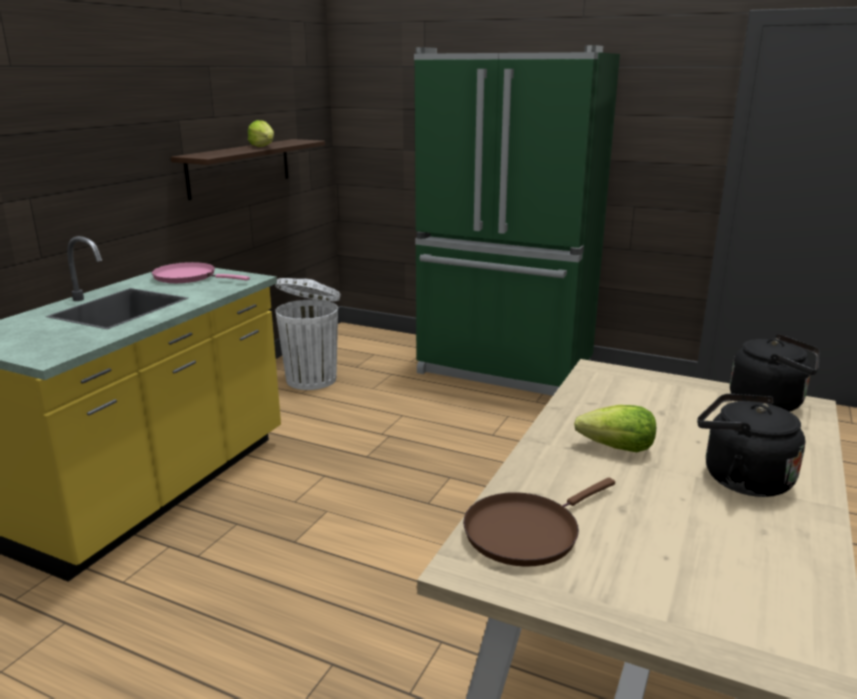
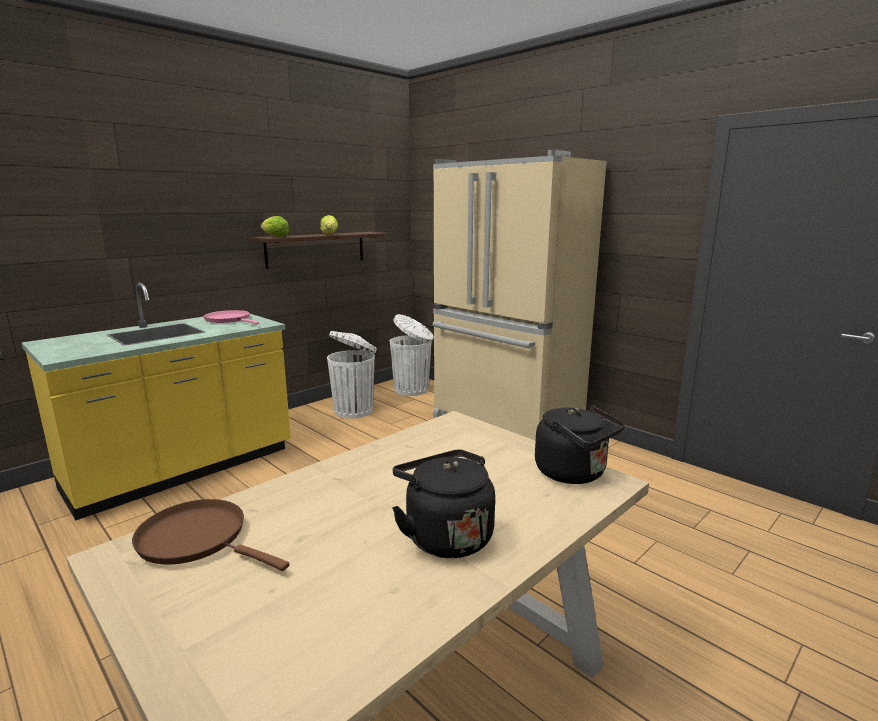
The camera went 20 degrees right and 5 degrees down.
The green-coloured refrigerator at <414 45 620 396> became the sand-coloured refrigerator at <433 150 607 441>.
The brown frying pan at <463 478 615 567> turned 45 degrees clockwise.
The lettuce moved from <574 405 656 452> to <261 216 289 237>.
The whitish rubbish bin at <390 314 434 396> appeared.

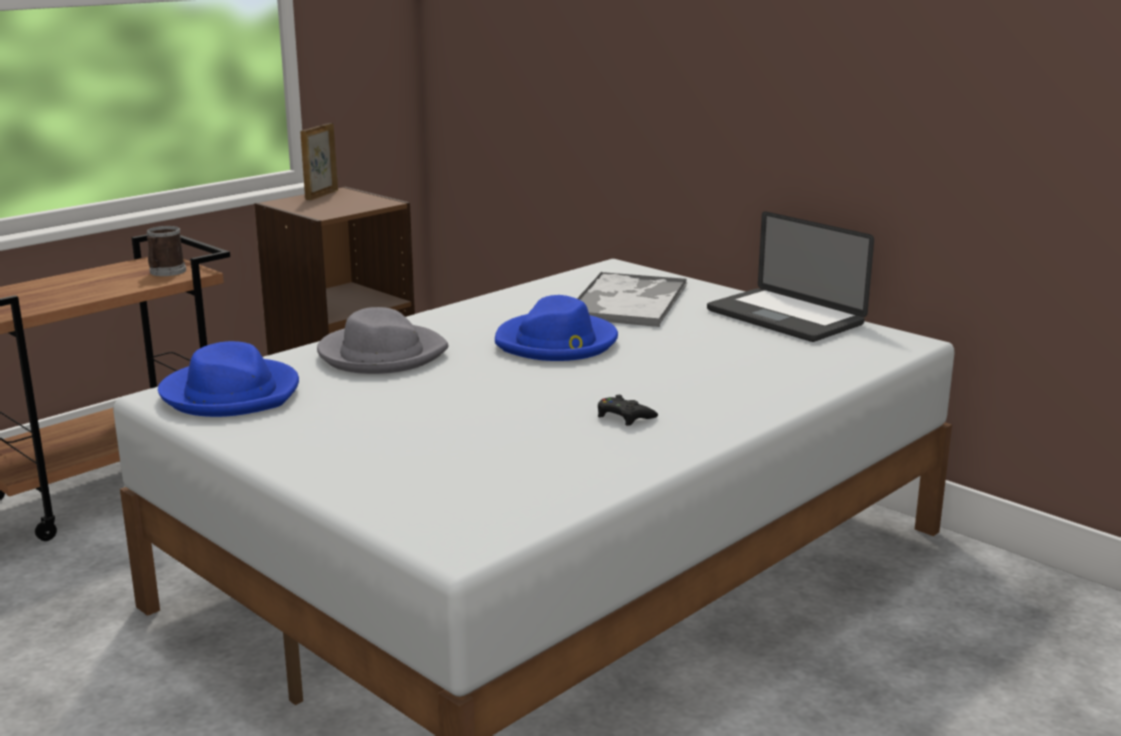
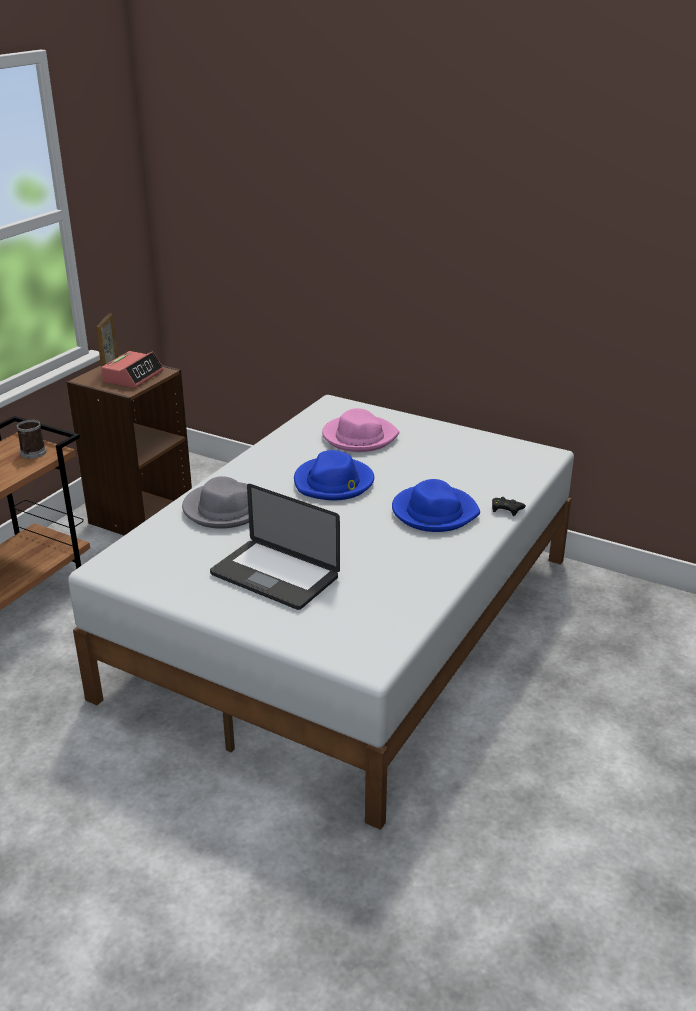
The camera went 15 degrees left and 10 degrees up.
The blue-coloured clothing hat moved from <158 341 299 417> to <392 479 480 532>.
The tray at <577 271 688 327> was replaced by the pinkish clothing hat at <322 408 399 452>.
The black-coloured joypad moved from <598 395 658 426> to <492 497 526 516>.
The portable computer moved from <707 211 874 342> to <210 484 340 610>.
The table clock at <101 351 164 388> appeared.

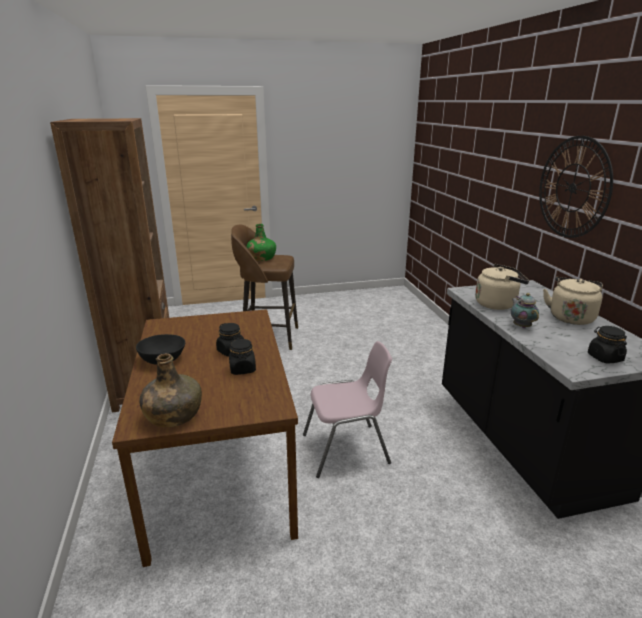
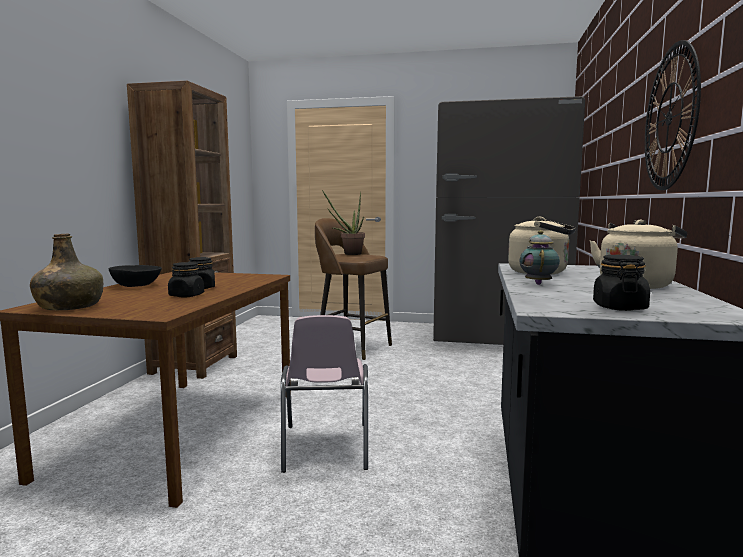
The camera went 25 degrees right and 15 degrees down.
The green-coloured beverage bottle at <246 224 276 261> was replaced by the potted plant at <322 190 365 255>.
The pinkish chair at <303 341 392 478> turned 75 degrees clockwise.
The grey refrigerator at <433 96 585 345> appeared.

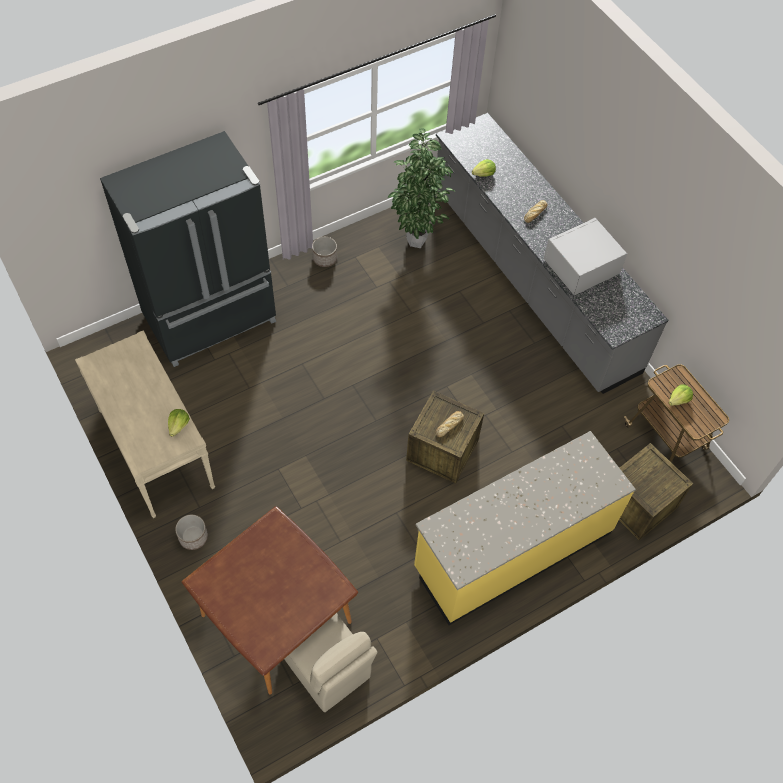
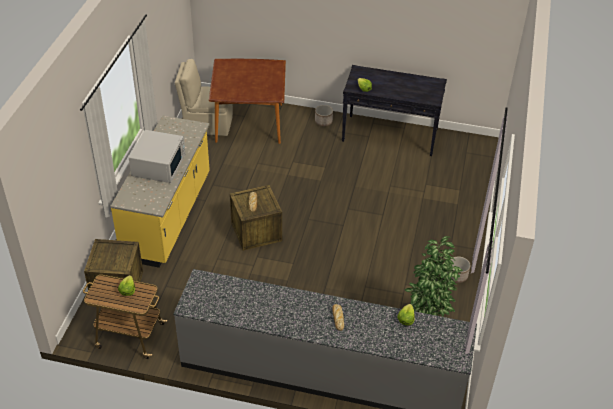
The camera went 135 degrees right and 15 degrees down.
The sand-coloured console table at <75 330 215 518> became the black-coloured console table at <342 65 447 156>.
The black-coloured refrigerator at <100 131 276 367> disappeared.
The whitish kitchen microwave moved from <544 218 627 295> to <129 130 186 183>.

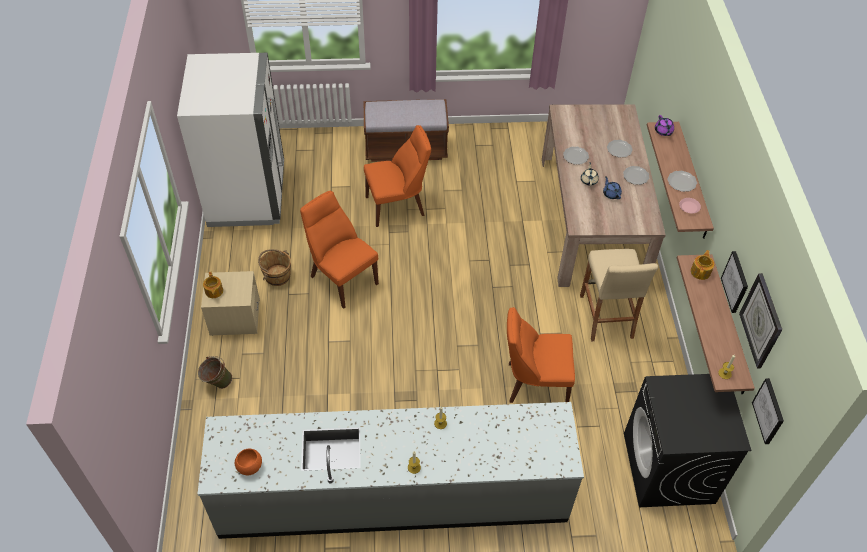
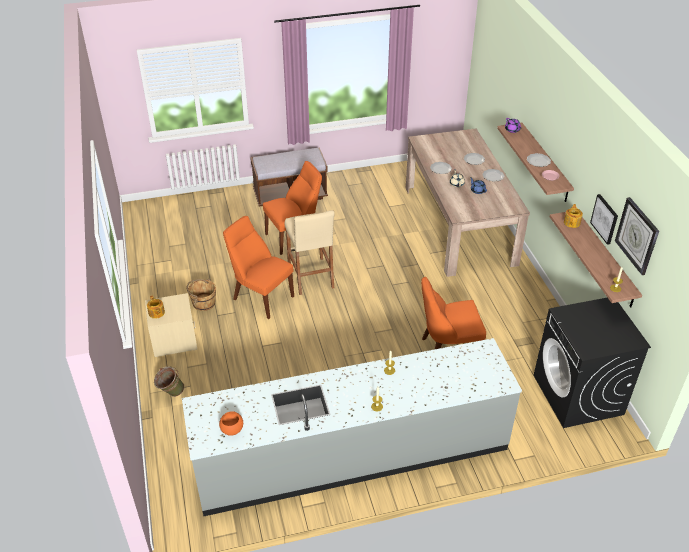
The camera went 10 degrees left and 10 degrees down.
The whitish refrigerator at <177 53 284 227> disappeared.
The sand-coloured stool moved from <580 249 658 342> to <285 210 335 295>.
The wall picture at <752 378 784 444> disappeared.

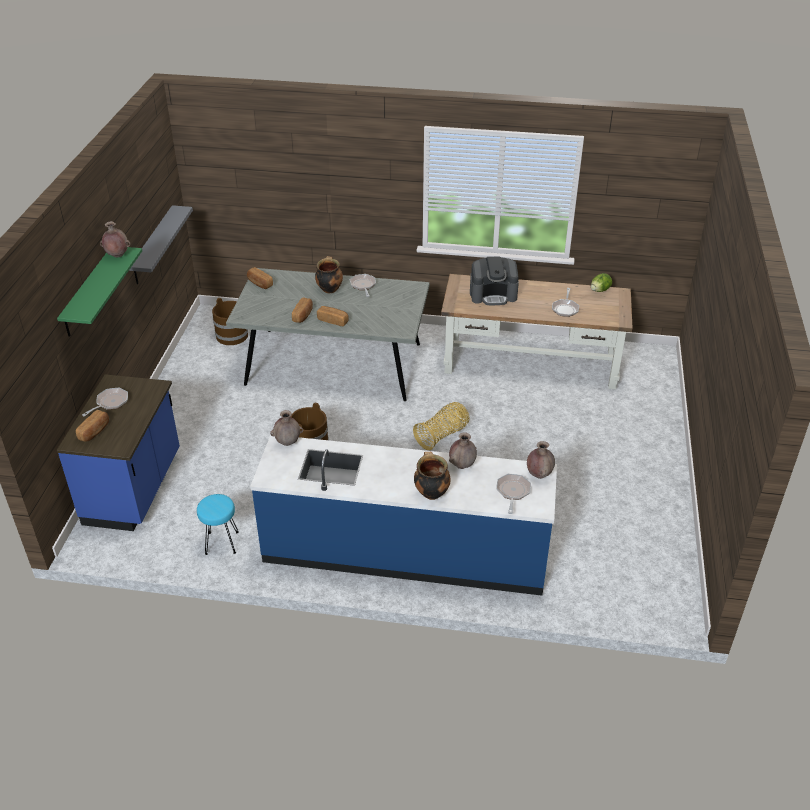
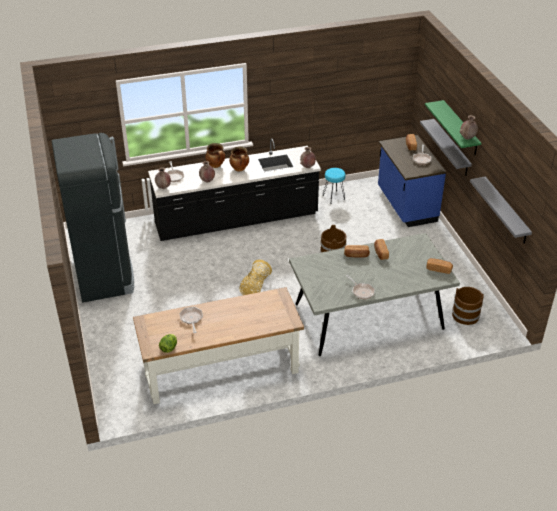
The camera went 155 degrees right and 0 degrees up.
The blue-coloured counter at <250 435 557 596> became the black-coloured counter at <148 138 321 241>.
The saucepot moved from <315 256 343 294> to <229 147 249 171>.
The coffee maker at <470 256 519 305> disappeared.
The black-coloured refrigerator at <52 133 134 303> appeared.
The grey bracket shelf at <420 119 472 175> appeared.

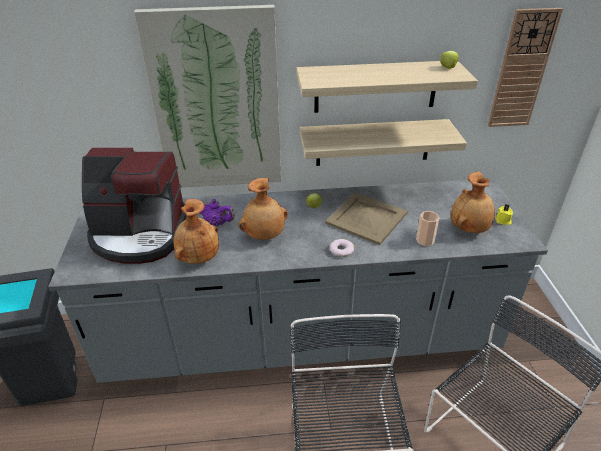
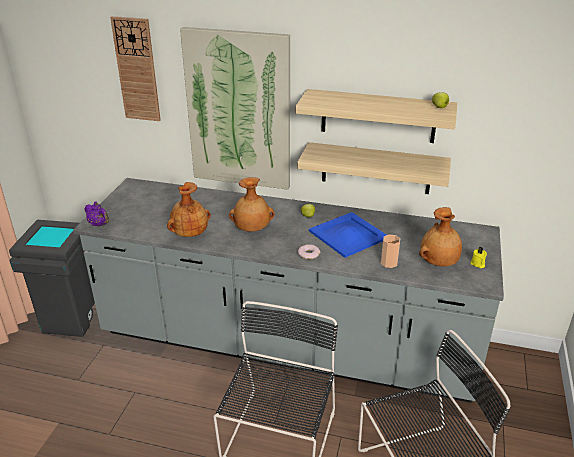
The camera went 20 degrees right and 5 degrees down.
The coffee maker at <82 148 186 264> disappeared.
The purplish pot for tea moved from <199 199 235 226> to <84 201 109 226>.
The sand-coloured tray at <325 193 407 245> became the blue-coloured tray at <309 212 386 258>.
The clock on the wall moved from <488 8 563 127> to <110 16 161 121>.

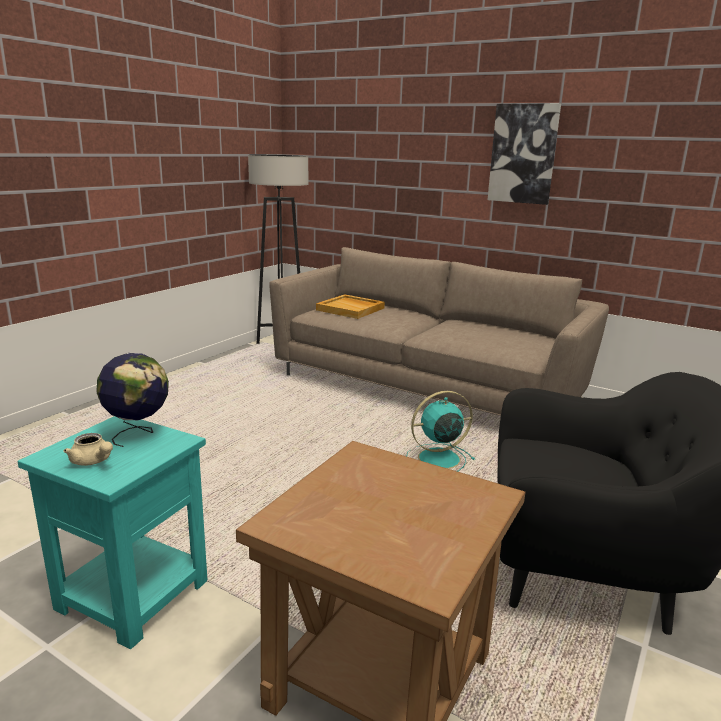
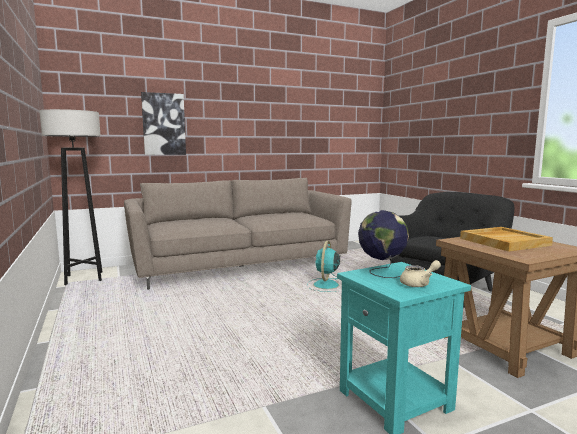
The camera went 55 degrees left and 10 degrees down.
The sand-coloured tray moved from <316 294 385 319> to <460 227 553 252>.
The wall picture moved from <487 103 561 205> to <141 92 186 155>.

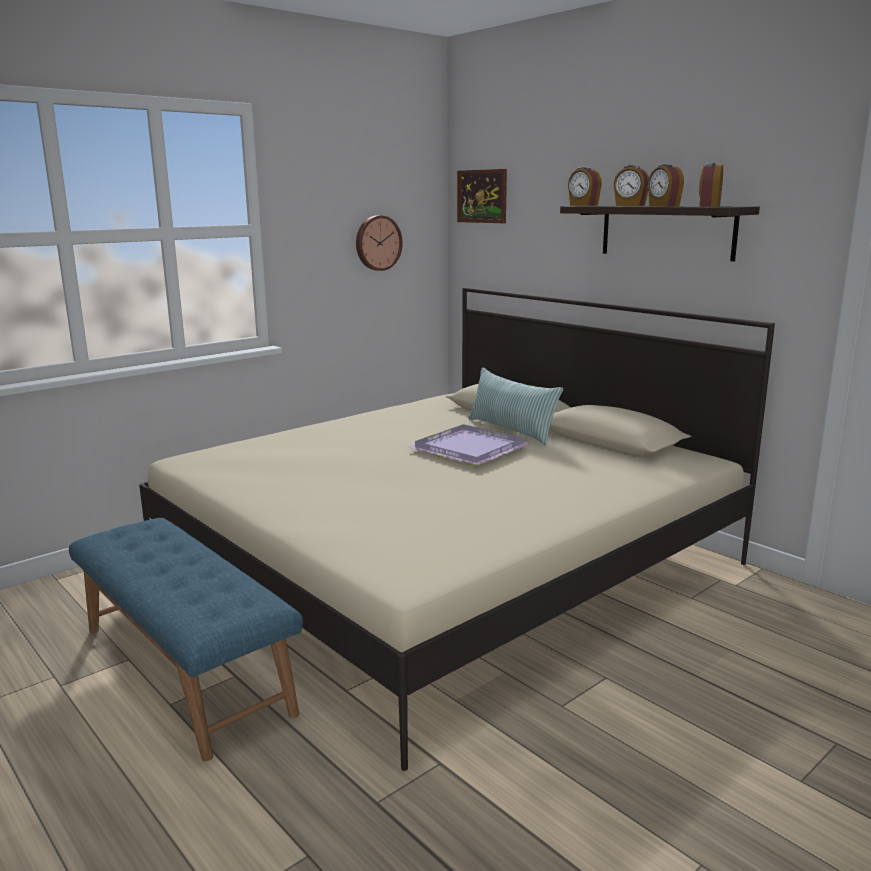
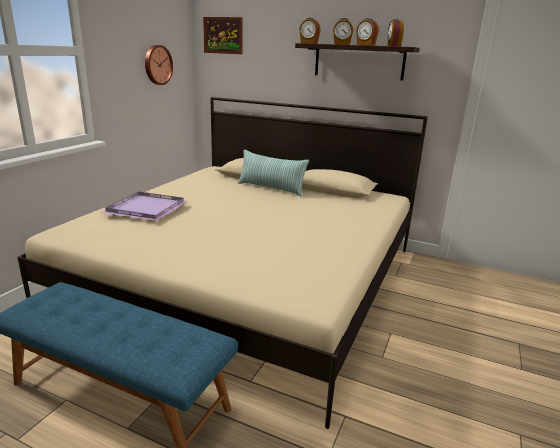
The camera went 25 degrees left and 5 degrees up.
The purplish tray moved from <408 424 531 466> to <100 192 188 221>.

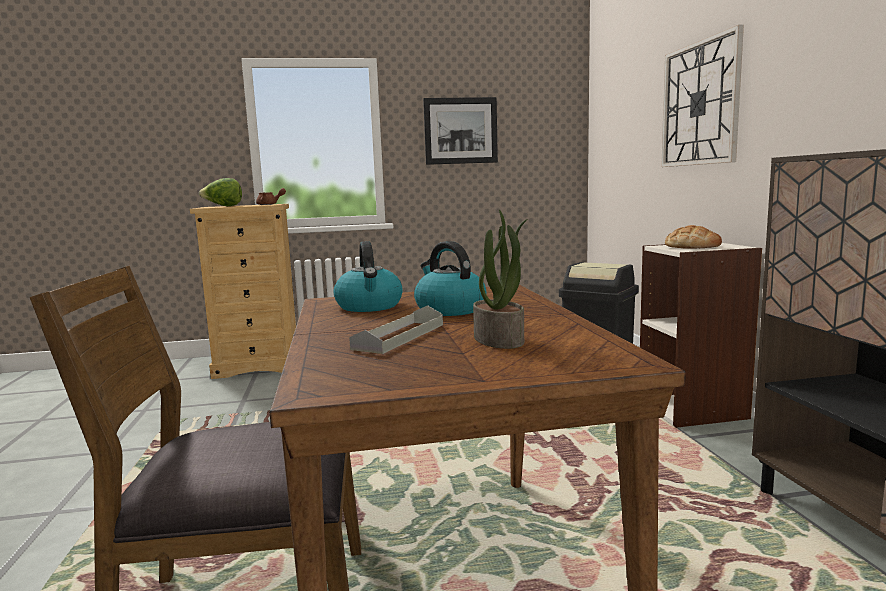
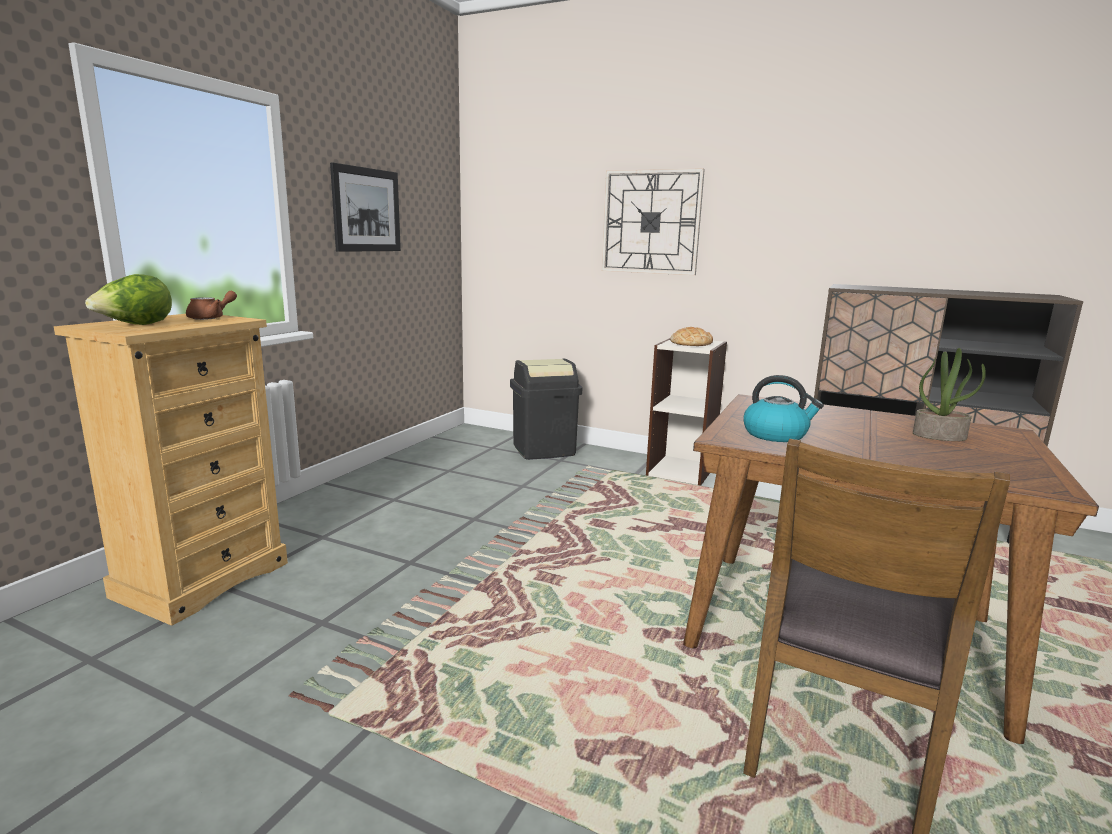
The camera went 55 degrees left and 5 degrees up.
The grey tray at <349 305 443 354> disappeared.
The tea kettle at <414 241 487 316> disappeared.

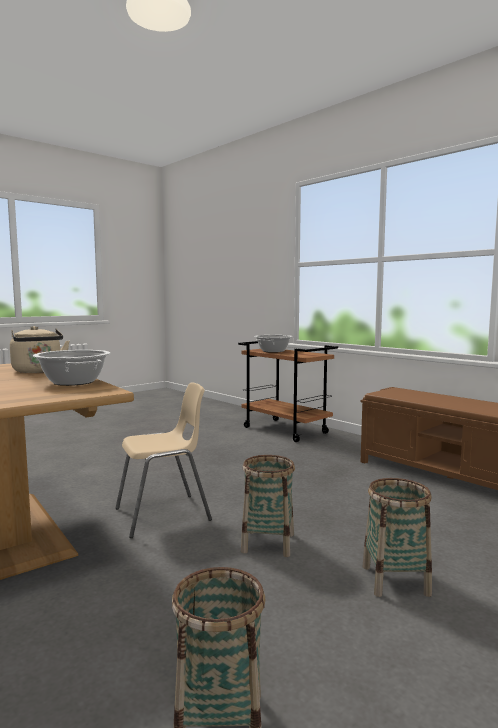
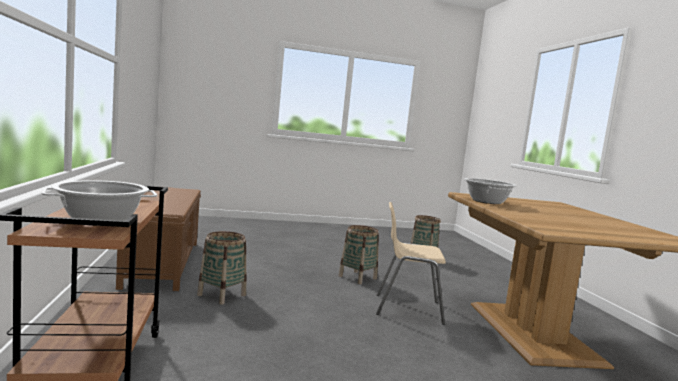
The camera went 150 degrees left and 0 degrees up.
The sand-coloured tea kettle at <10 326 70 373> disappeared.
The household basket moved from <363 478 432 597> to <197 231 246 305>.

